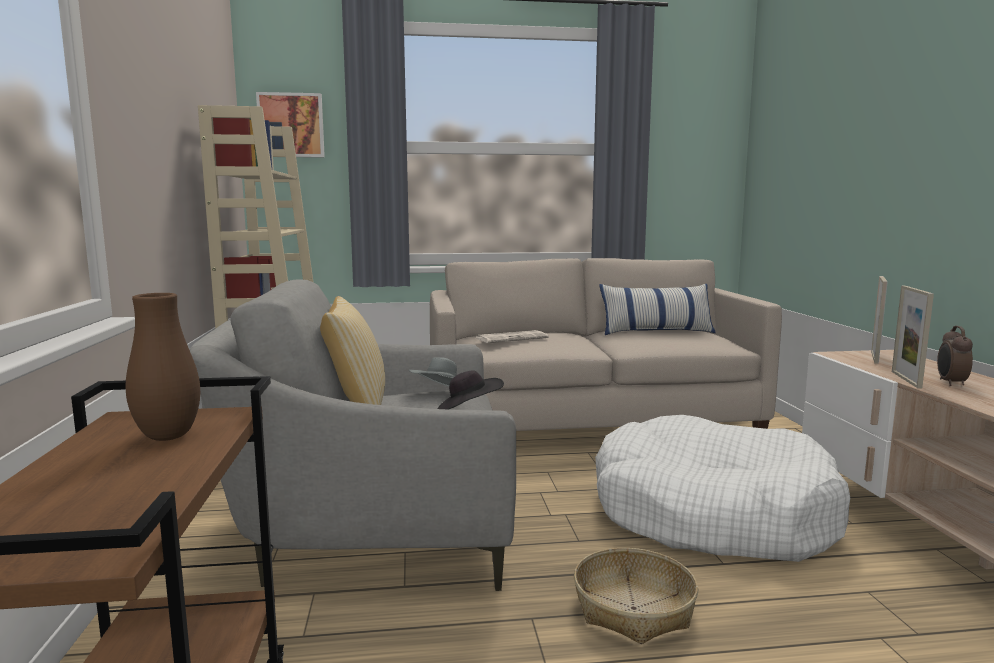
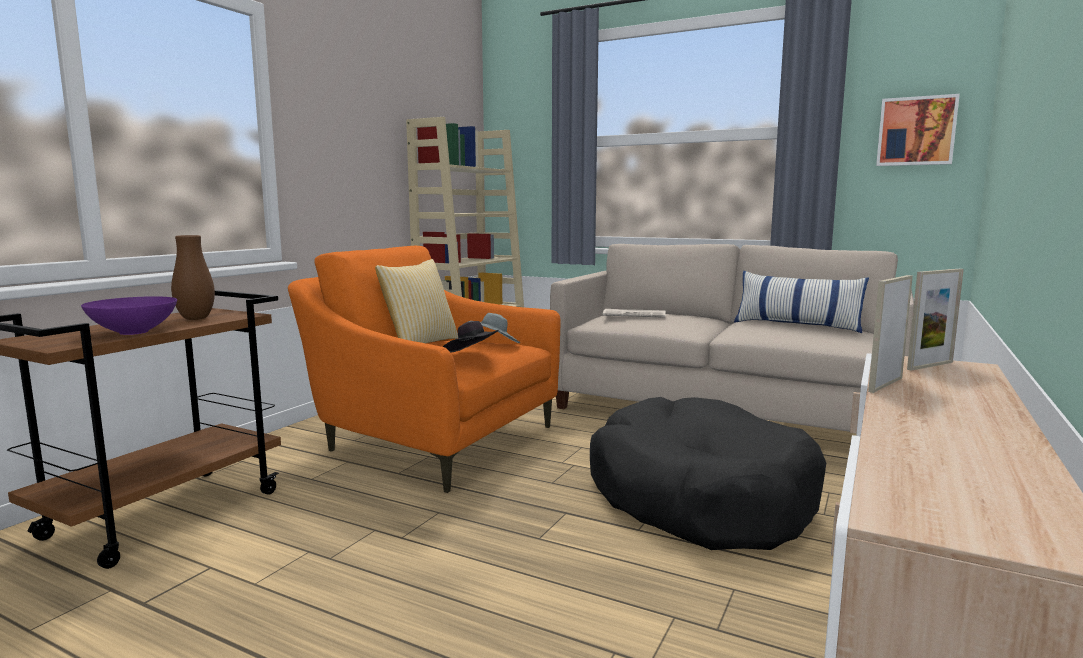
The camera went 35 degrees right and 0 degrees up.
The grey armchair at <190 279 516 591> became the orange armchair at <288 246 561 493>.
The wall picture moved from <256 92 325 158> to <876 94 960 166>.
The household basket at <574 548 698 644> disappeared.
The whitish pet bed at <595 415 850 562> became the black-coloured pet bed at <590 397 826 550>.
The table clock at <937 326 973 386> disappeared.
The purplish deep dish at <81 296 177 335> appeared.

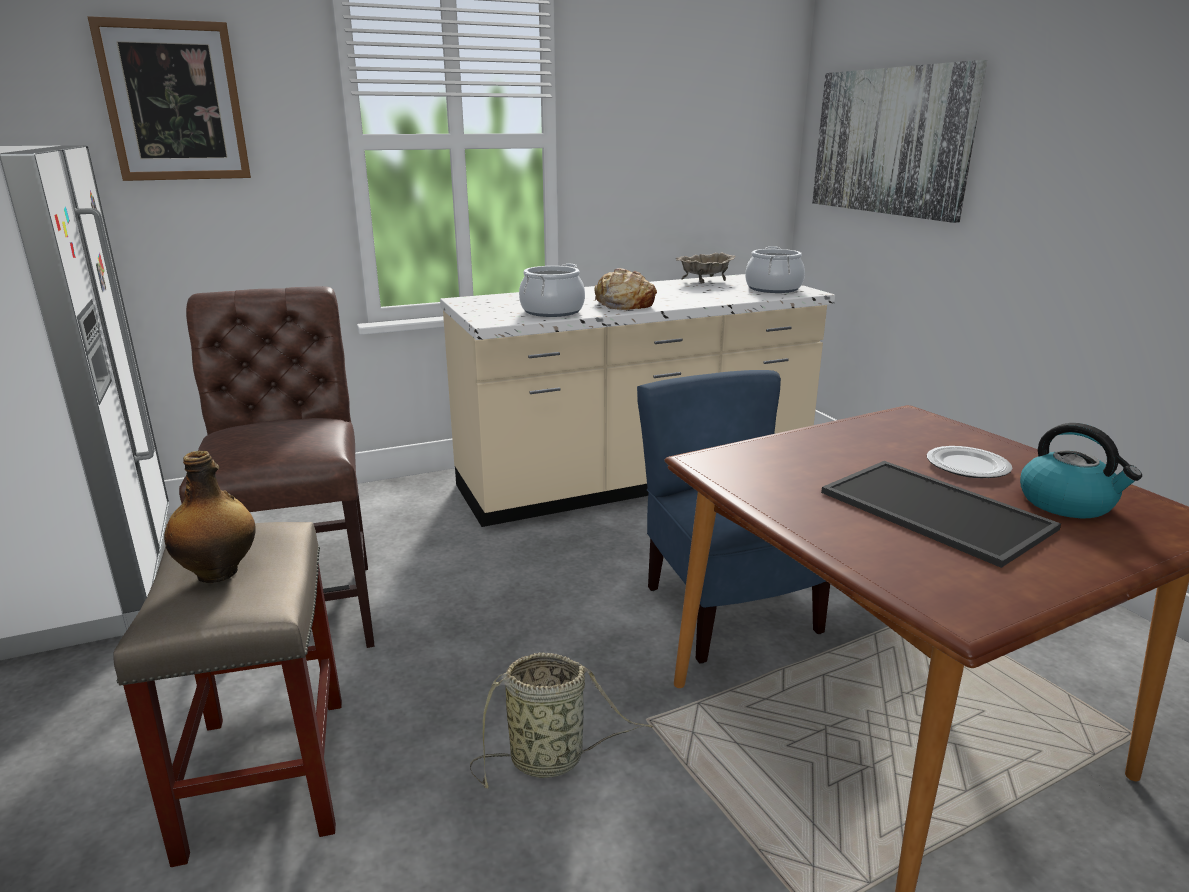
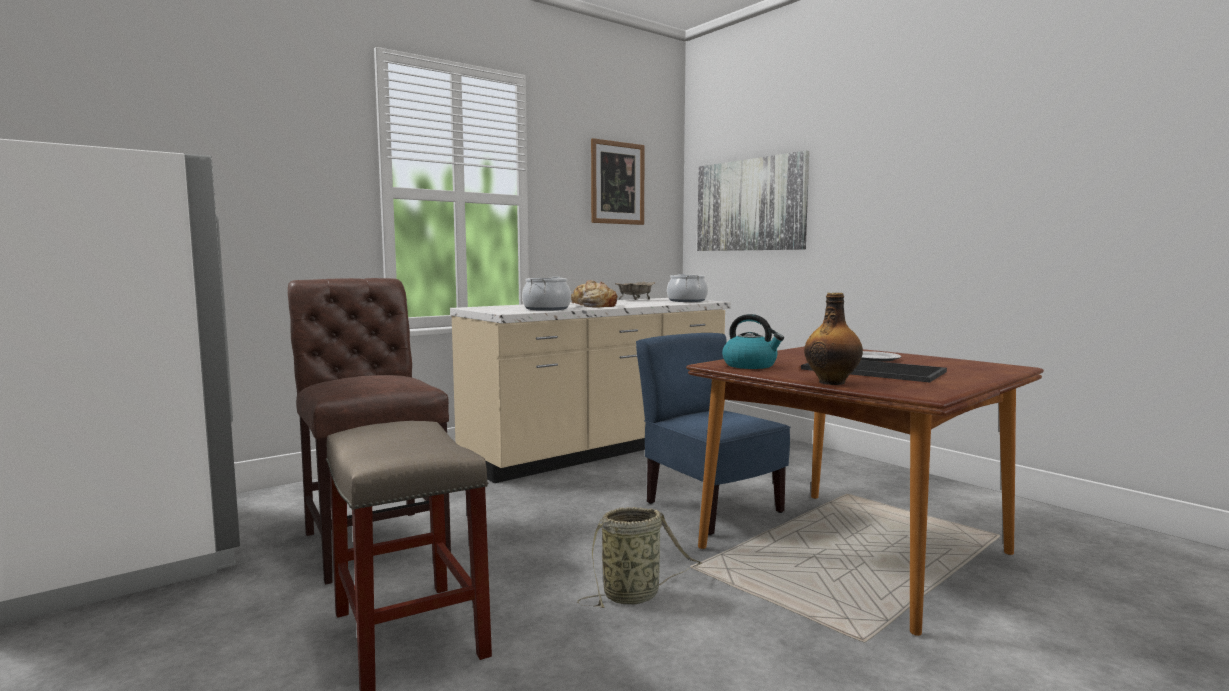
The camera went 15 degrees left and 15 degrees down.
The wall picture moved from <88 16 251 181> to <591 138 645 225>.
The beverage bottle moved from <164 451 256 583> to <804 293 863 385>.
The tea kettle moved from <1020 423 1142 518> to <722 314 784 369>.

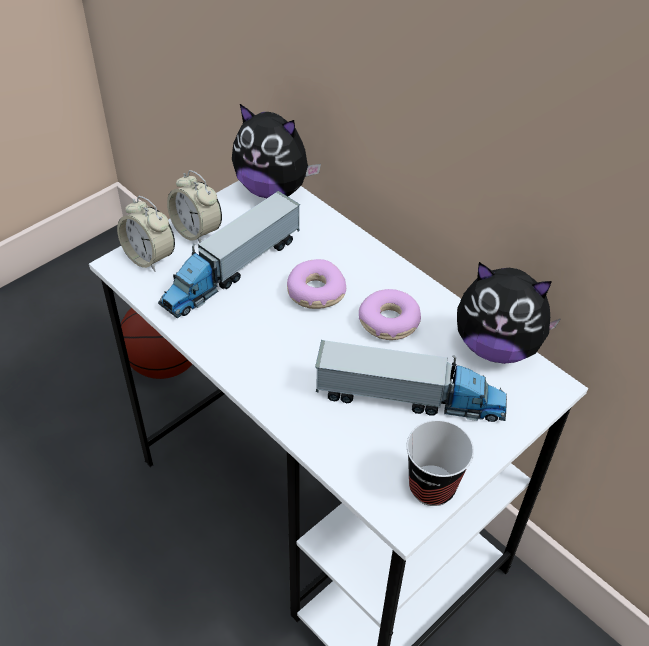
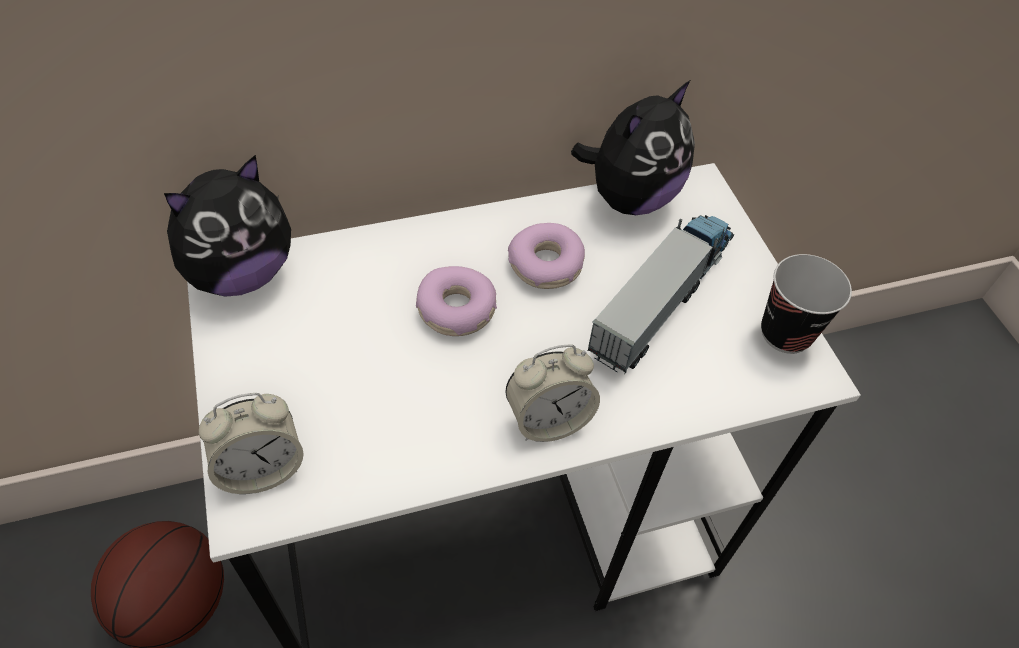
The camera went 65 degrees left and 5 degrees up.
The model truck at <158 191 300 319> disappeared.
The table clock moved from <167 170 222 243> to <505 345 600 442>.

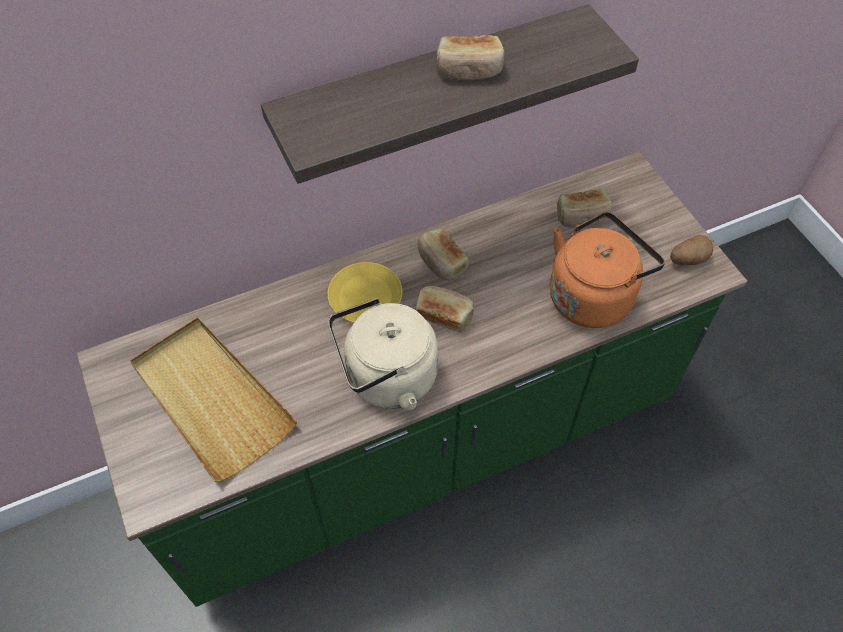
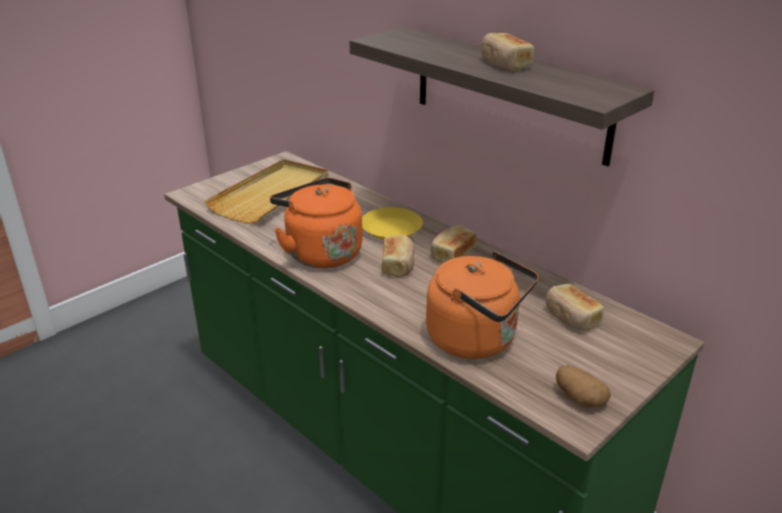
The camera went 70 degrees right and 25 degrees down.
The sand-coloured tea kettle at <328 298 438 411> became the orange tea kettle at <270 178 362 268>.

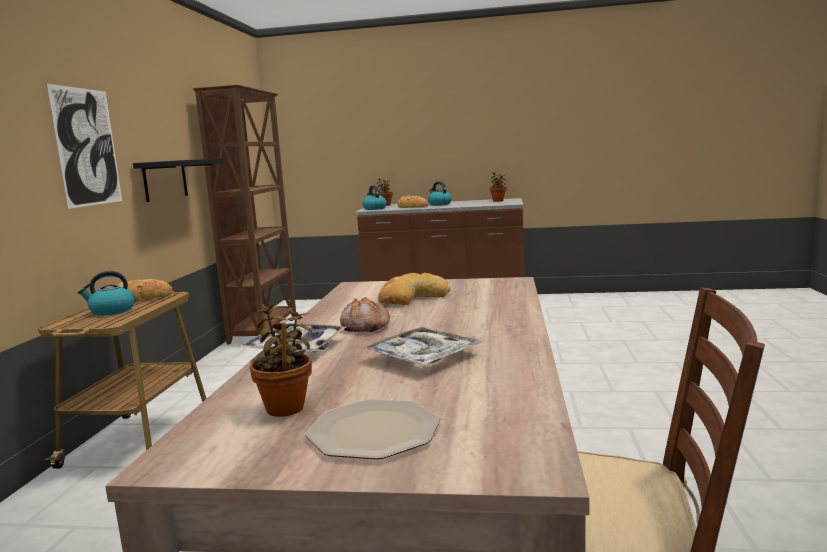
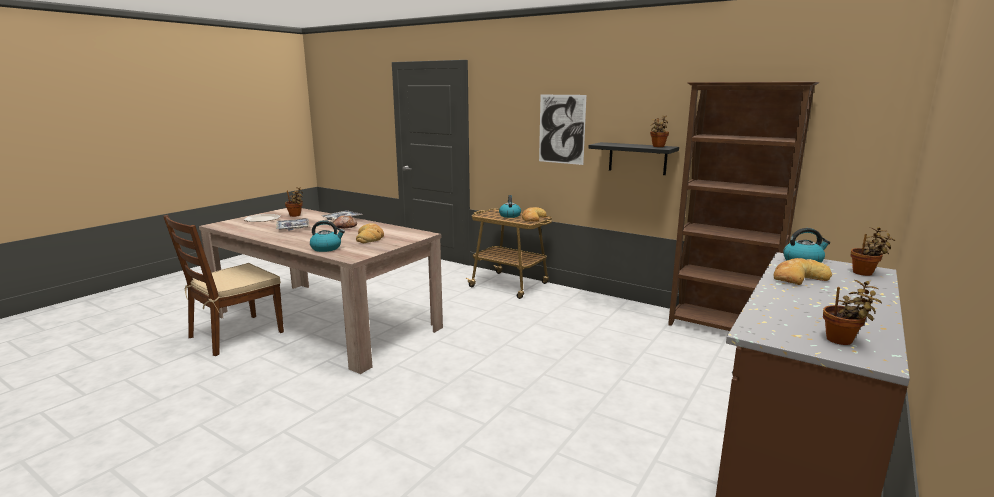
The camera went 115 degrees right and 5 degrees up.
The tea kettle moved from <428 181 452 206> to <310 220 345 252>.
The potted plant at <650 115 669 147> appeared.

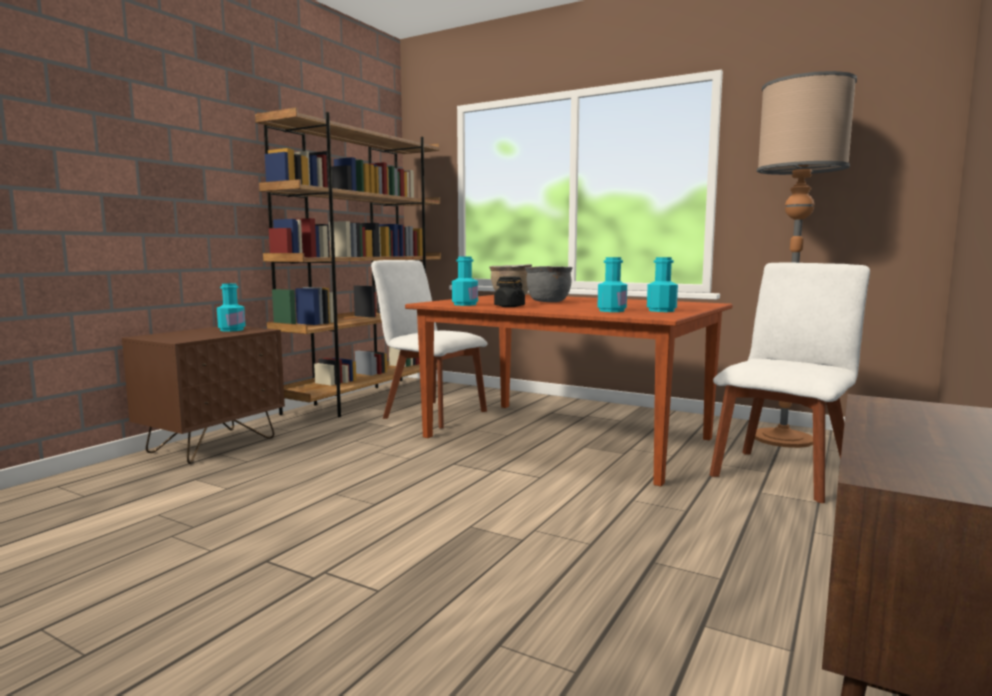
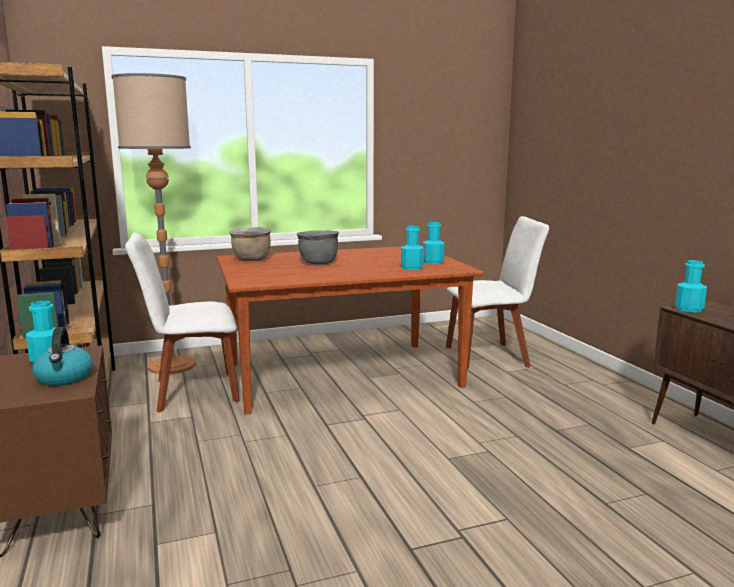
The camera went 50 degrees left and 5 degrees up.
The turquoise beverage bottle moved from <452 257 478 306> to <675 260 707 313>.
The black-coloured jar at <494 277 525 307> disappeared.
The whitish chair at <710 262 870 503> turned 90 degrees clockwise.
The floor lamp moved from <755 71 857 448> to <111 73 196 374>.
The tea kettle at <32 327 93 386> appeared.

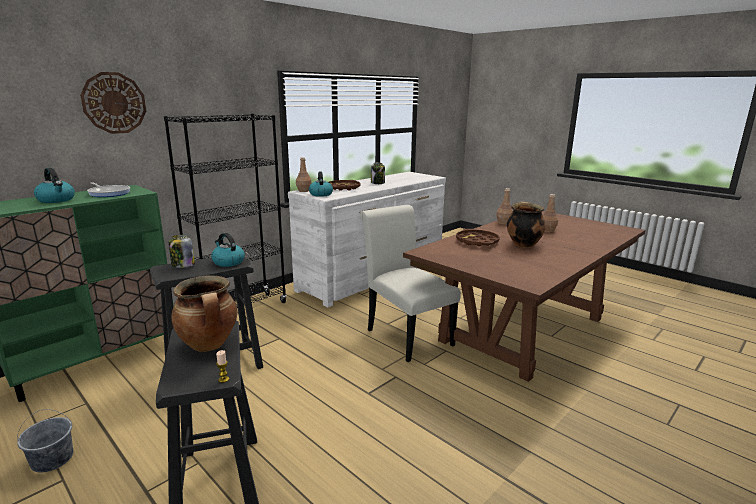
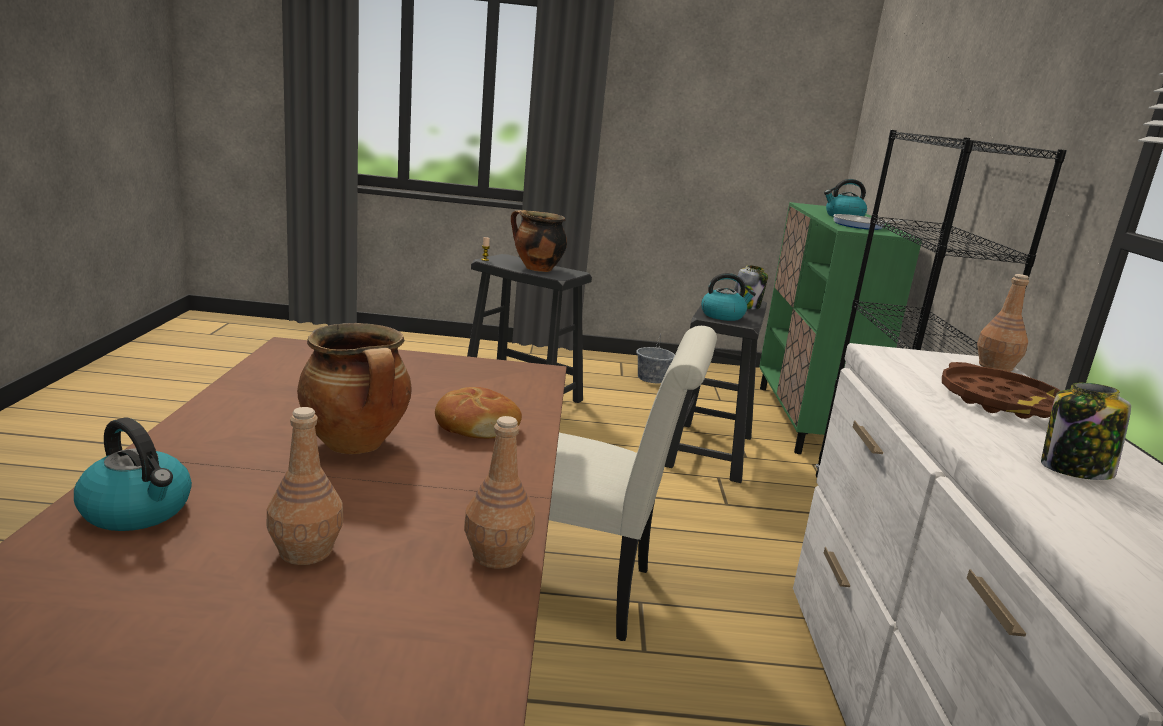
The camera went 135 degrees right and 0 degrees up.
The clock on the wall at <80 72 146 134> disappeared.
The tea kettle moved from <309 172 333 197> to <74 417 192 531>.
The brown tray at <456 229 500 246> was replaced by the baked bread at <435 387 522 439>.

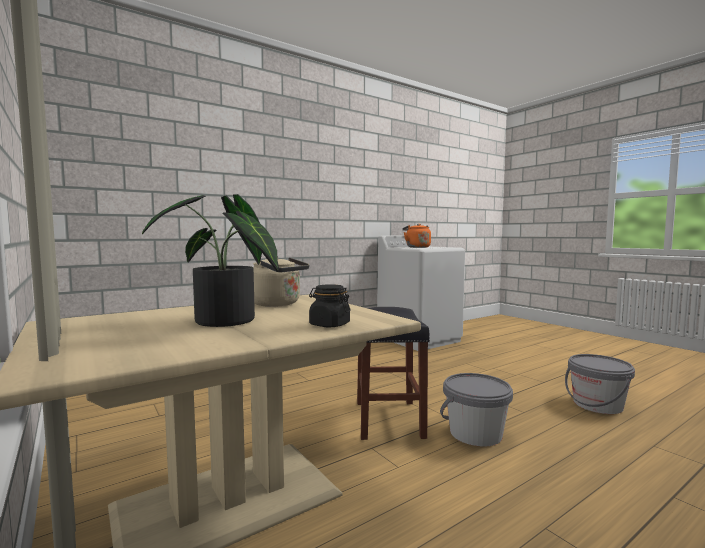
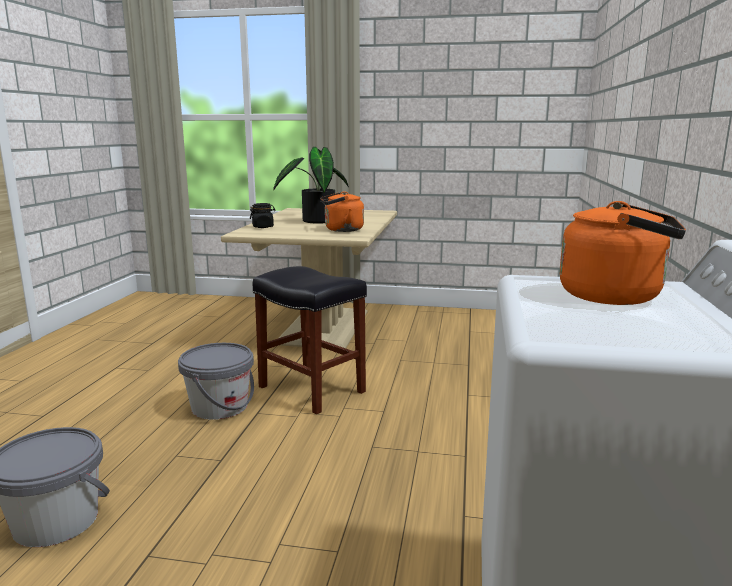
The camera went 135 degrees right and 10 degrees up.
The sand-coloured tea kettle at <253 256 309 307> became the orange tea kettle at <320 191 364 232>.

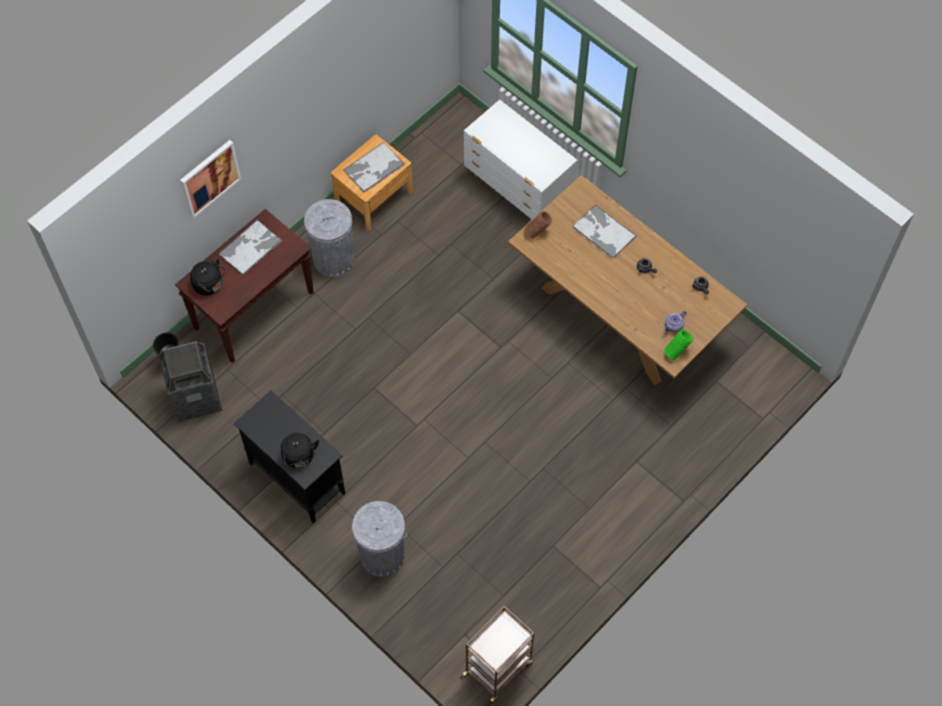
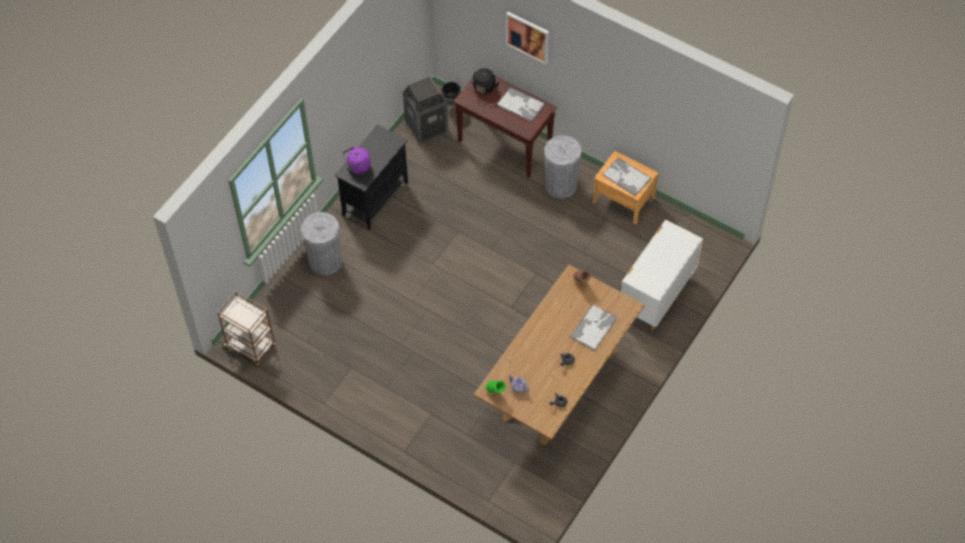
The camera went 80 degrees right and 5 degrees down.
The black-coloured tea kettle at <281 433 319 468> became the purplish tea kettle at <342 147 371 174>.

